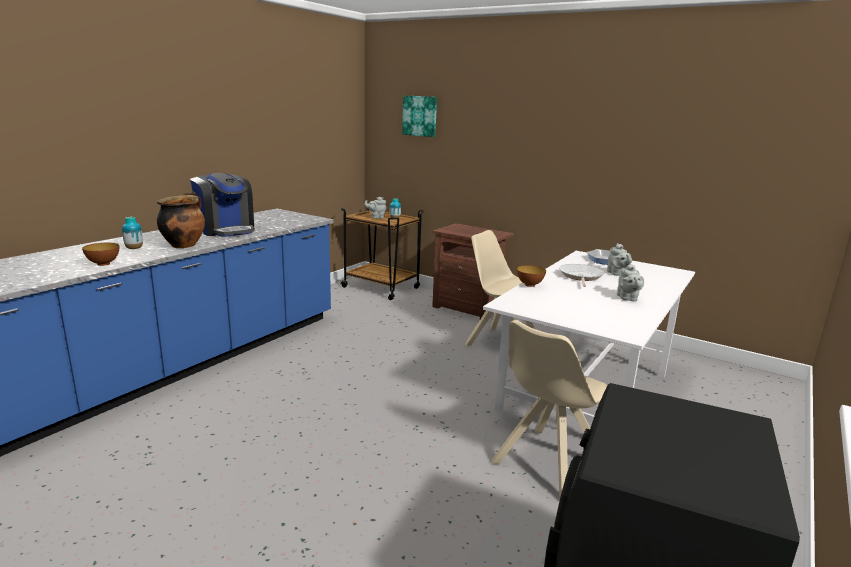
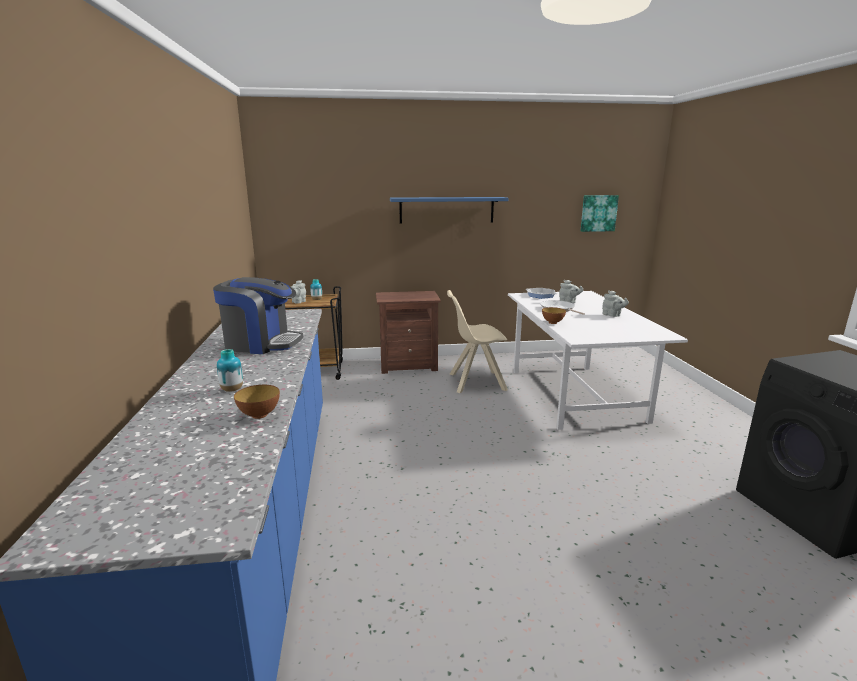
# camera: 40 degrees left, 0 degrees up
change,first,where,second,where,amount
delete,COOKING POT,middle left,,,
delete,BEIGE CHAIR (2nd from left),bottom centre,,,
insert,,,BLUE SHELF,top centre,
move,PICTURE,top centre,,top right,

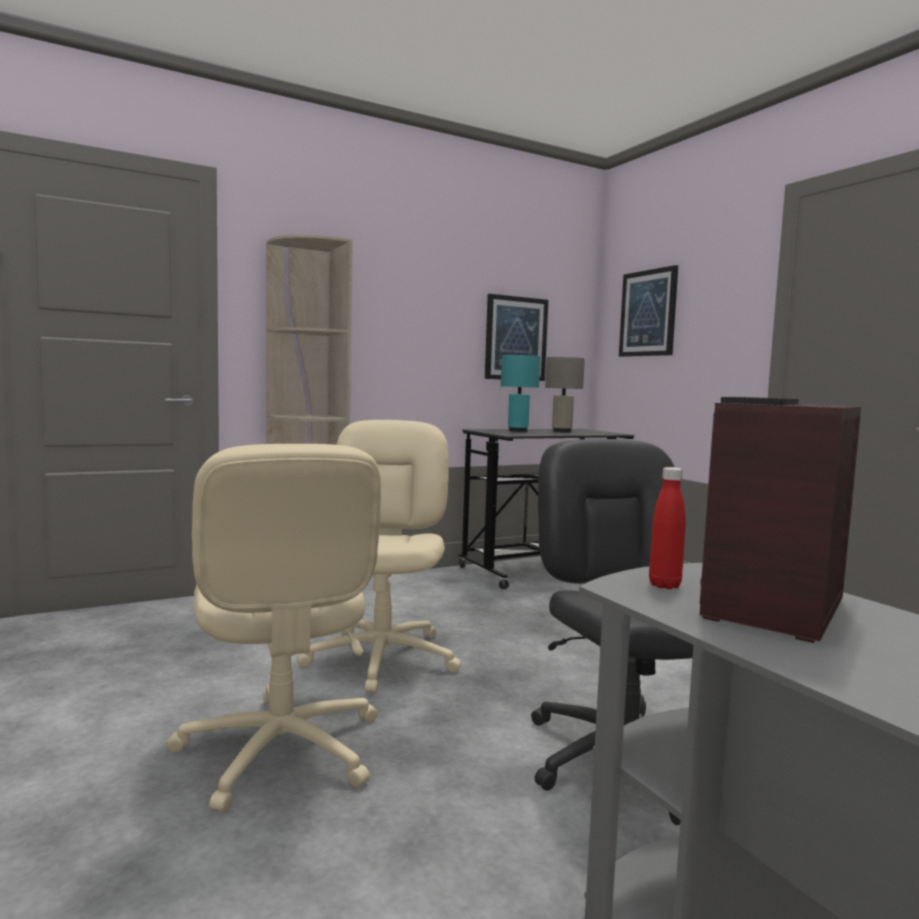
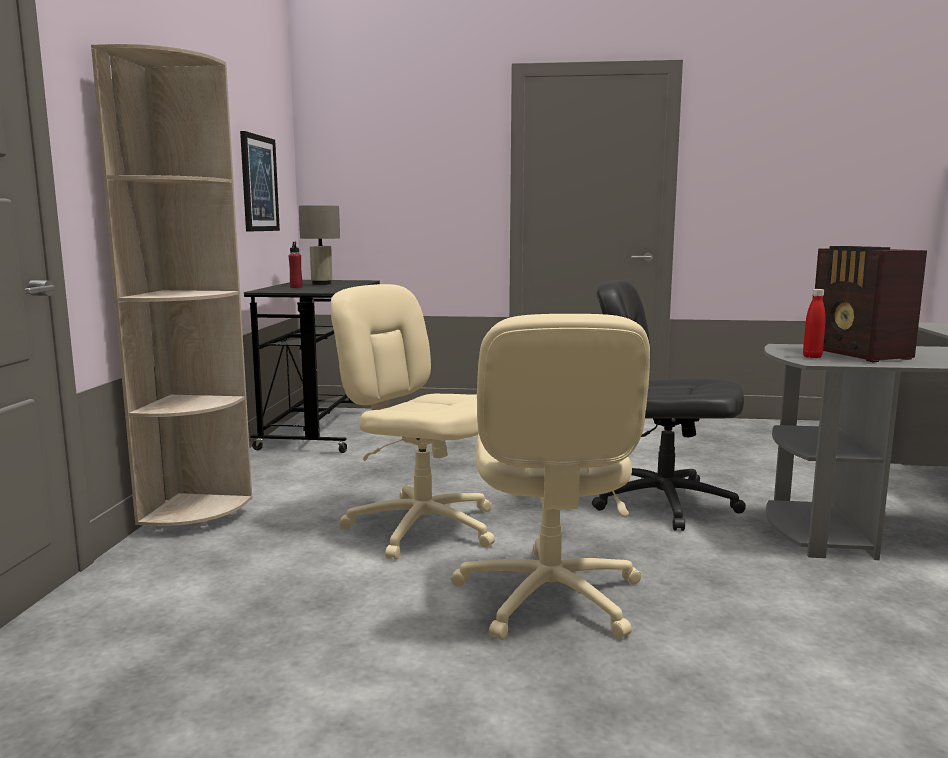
# camera: 55 degrees left, 5 degrees up
change,first,where,second,where,amount
delete,PICTURE (2nd from left),middle right,,,
replace,TURQUOISE TABLE LAMP,centre,RED BOTTLE (1st from left),middle left,
rotate,BEIGE OFFICE CHAIR (1st from left in the first image),bottom left,BEIGE OFFICE CHAIR (2nd from left),centre,75 degrees clockwise

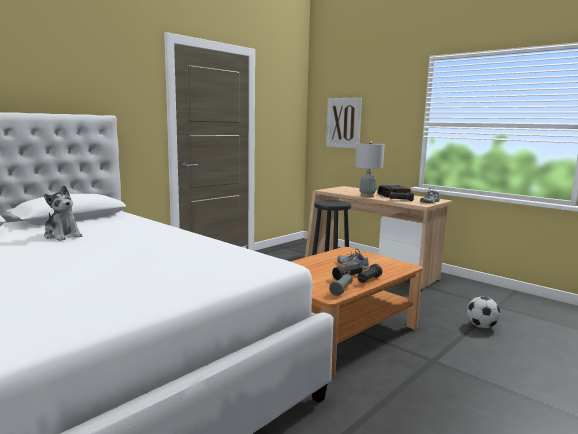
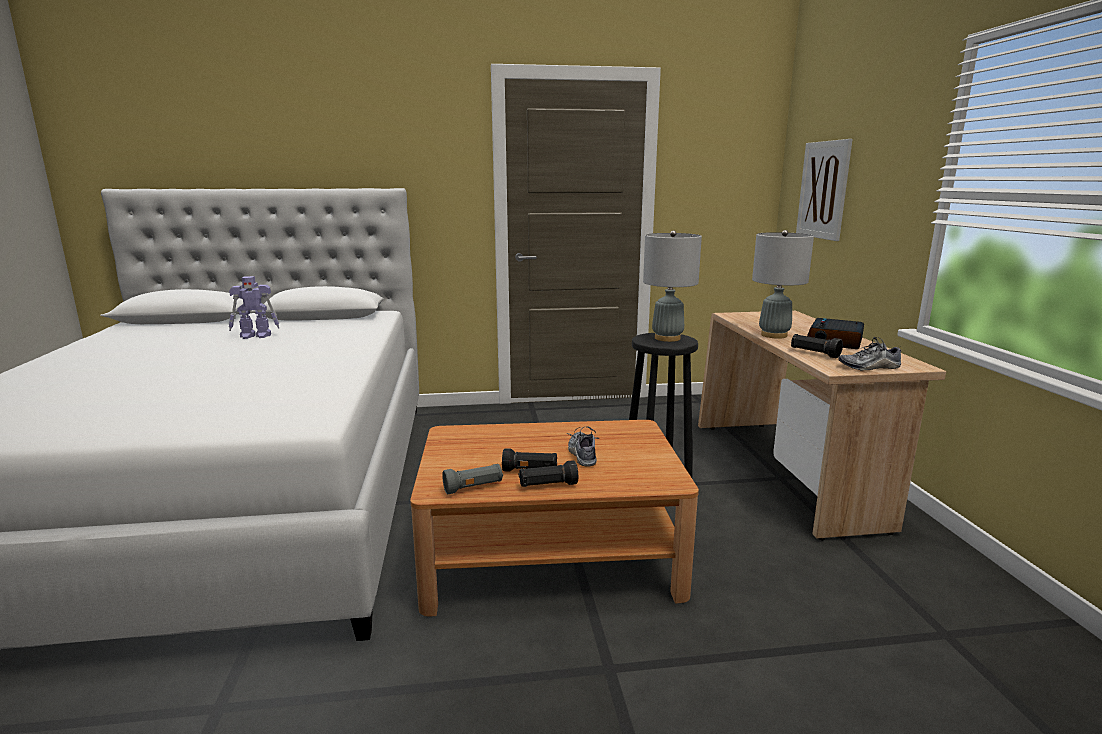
# camera: 40 degrees right, 5 degrees up
change,first,where,second,where,amount
delete,FOOTBALL,bottom right,,,
insert,,,GREY TABLE LAMP (1st from left),centre,
replace,PLUSH TOY,middle left,TOY ROBOT,middle left,

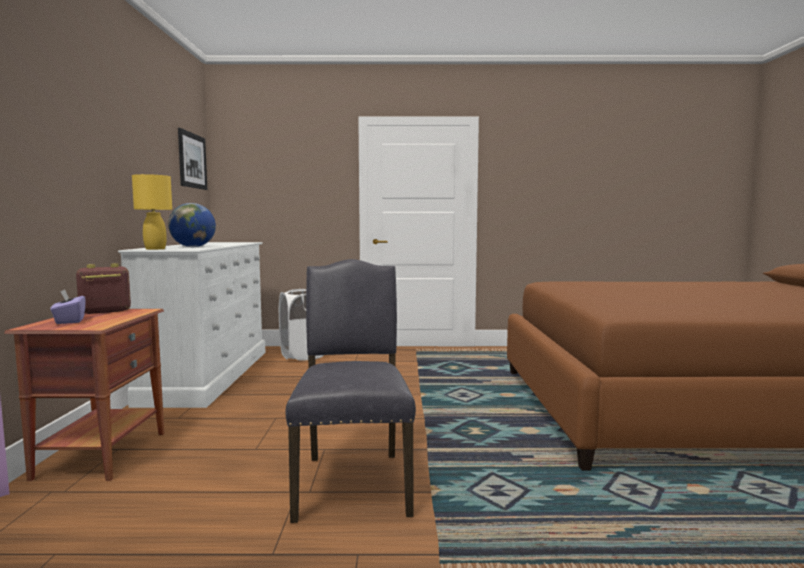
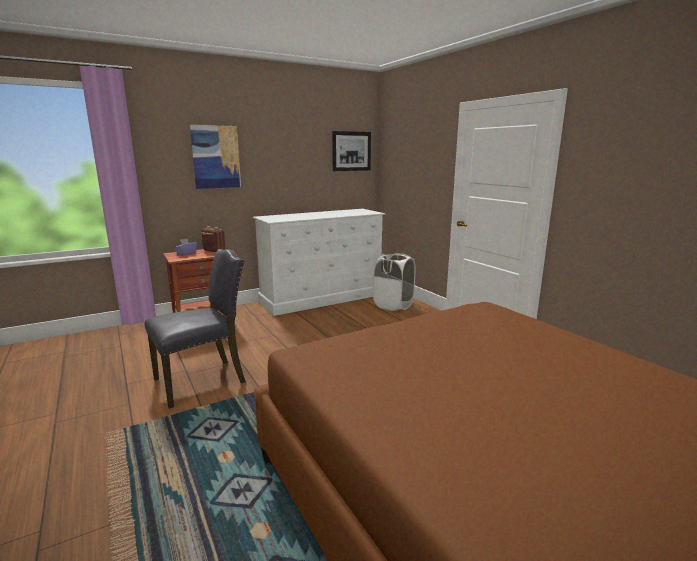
# camera: 60 degrees right, 10 degrees up
change,first,where,second,where,amount
delete,YELLOW TABLE LAMP,middle left,,,
delete,GLOBE,middle left,,,
insert,,,PICTURE (1st from left),top left,

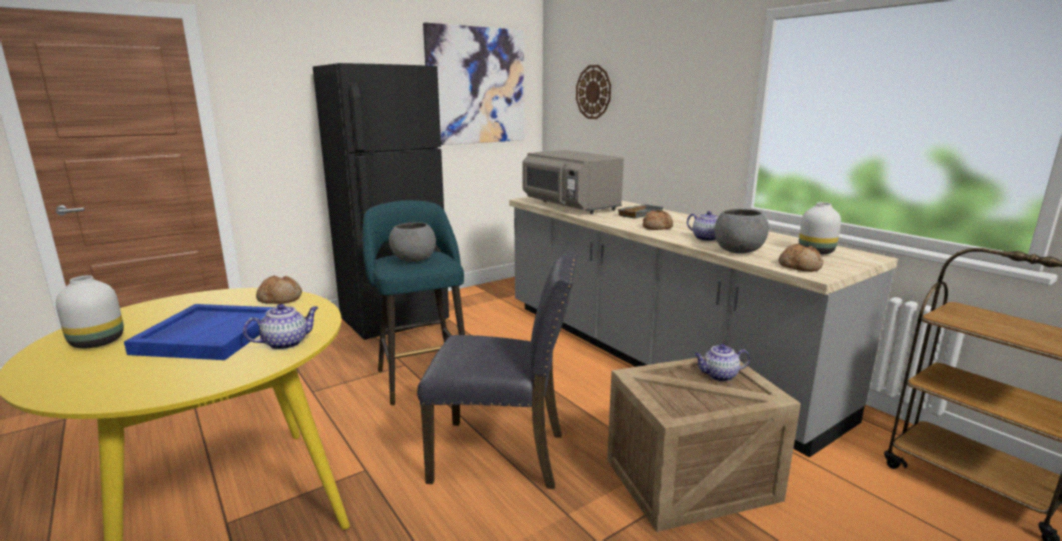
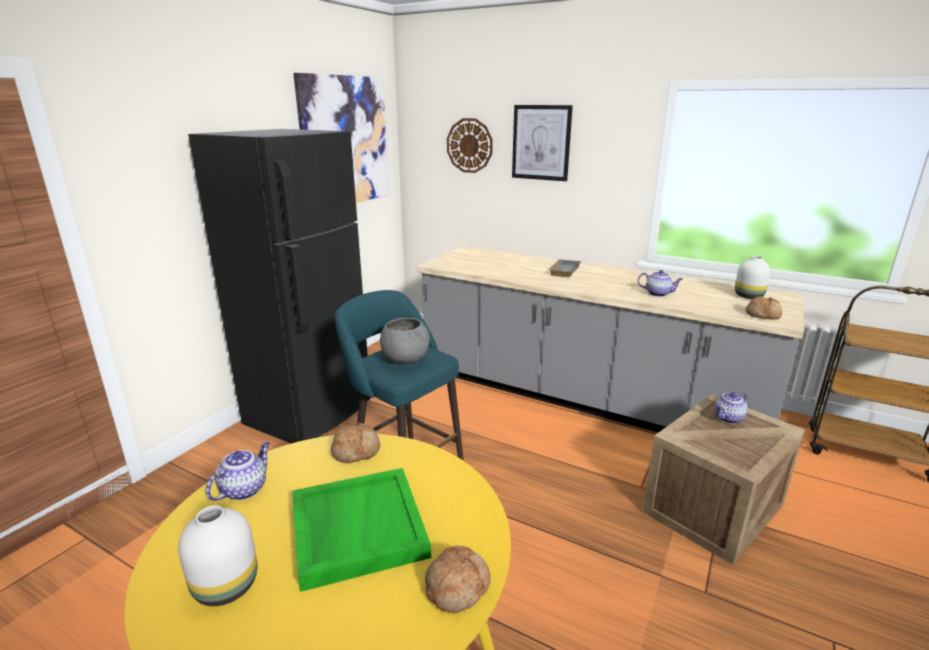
# camera: 25 degrees left, 5 degrees up
change,first,where,second,where,amount
delete,GREY CHAIR,bottom centre,,,
delete,GREY MICROWAVE,centre,,,
delete,GREY BOWL (2nd from left),middle right,,,
insert,,,PICTURE (2nd from left),top centre,
move,TEAPOT (1st from left),middle left,,bottom left,
move,BREAD (2nd from left),centre,,bottom centre,
recolor,BLUE TRAY,middle left,GREEN TRAY,bottom centre,

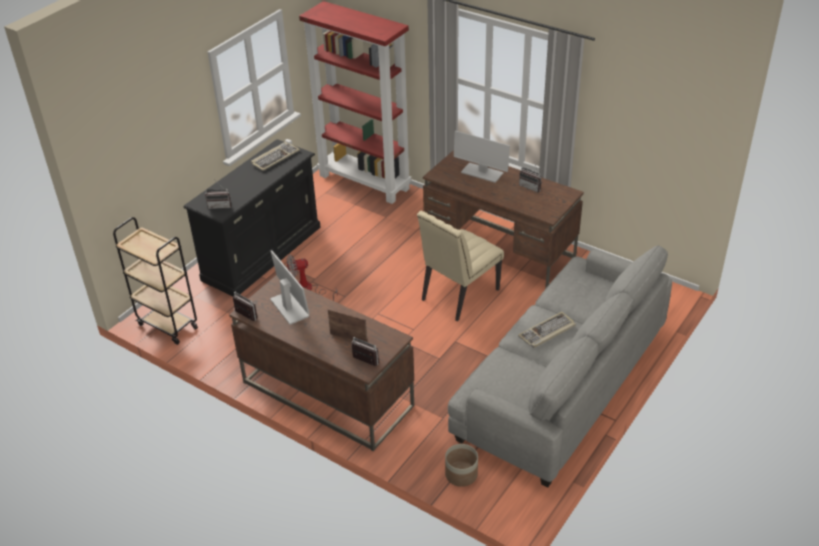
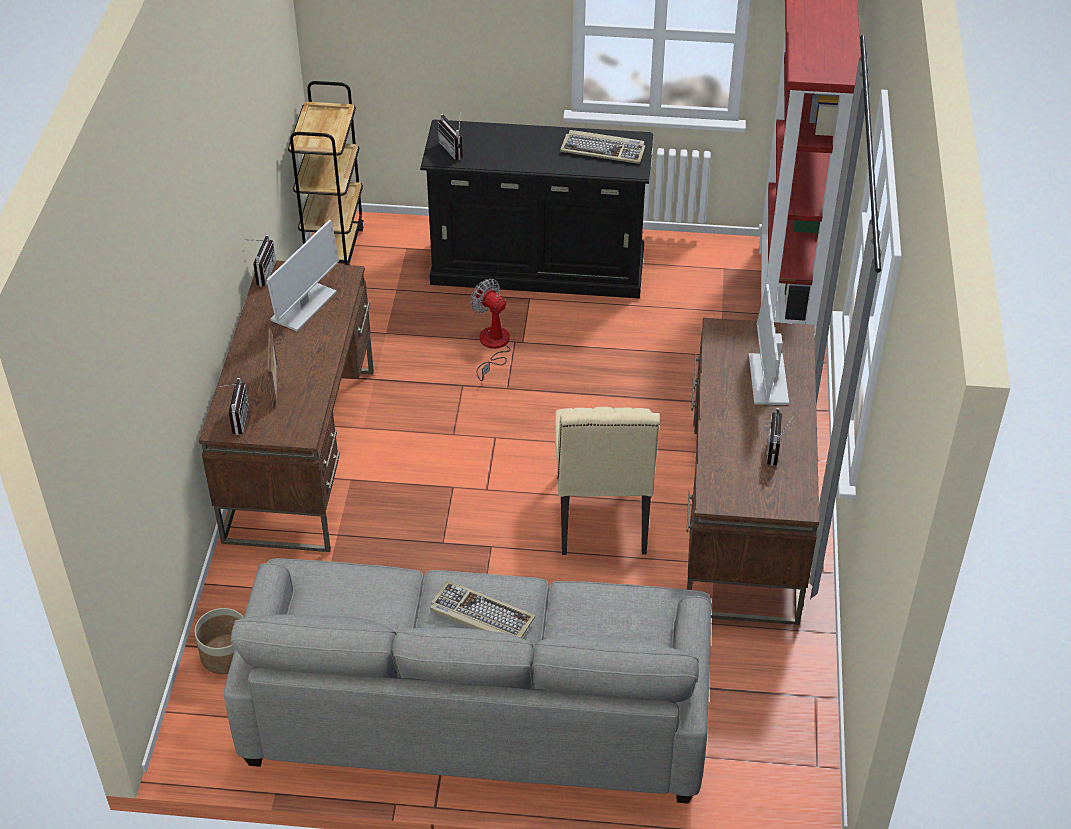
# camera: 60 degrees right, 5 degrees up
change,first,where,second,where,amount
rotate,BEIGE CHAIR,centre,,centre,105 degrees counterclockwise

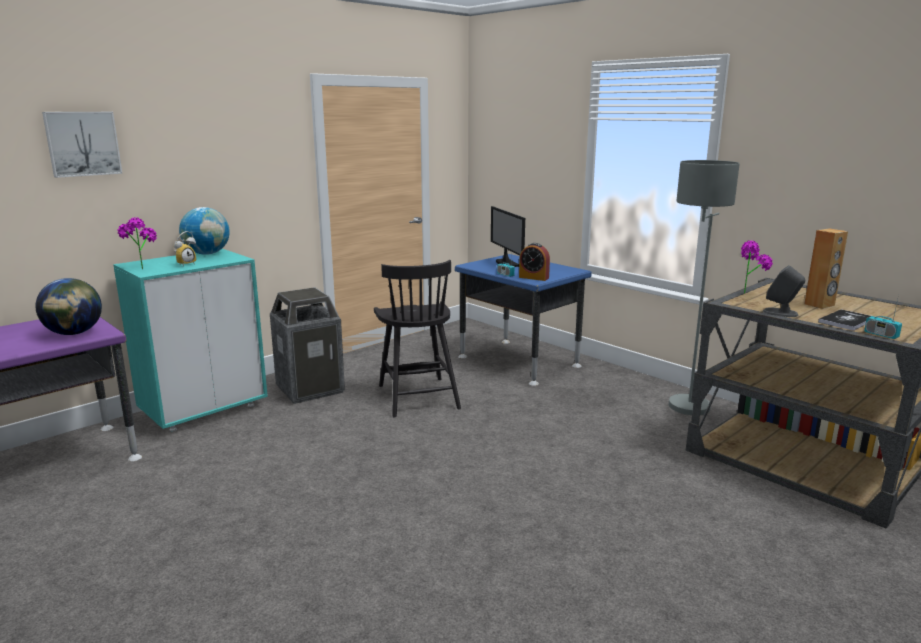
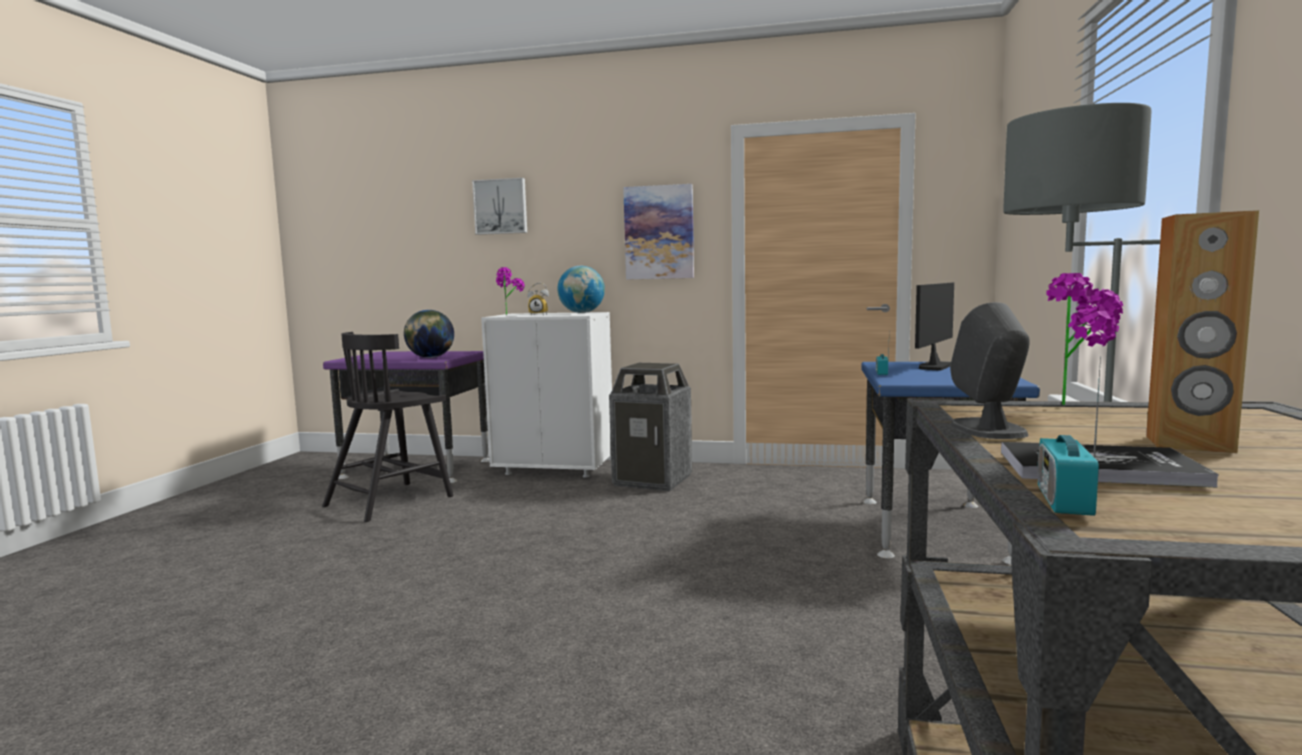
# camera: 55 degrees right, 10 degrees down
change,first,where,second,where,amount
delete,ALARM CLOCK (2nd from left),centre,,,
insert,,,PICTURE (2nd from left),top centre,
move,BLACK CHAIR,centre,,middle left,
recolor,TURQUOISE CABINET,middle left,WHITE CABINET,centre,

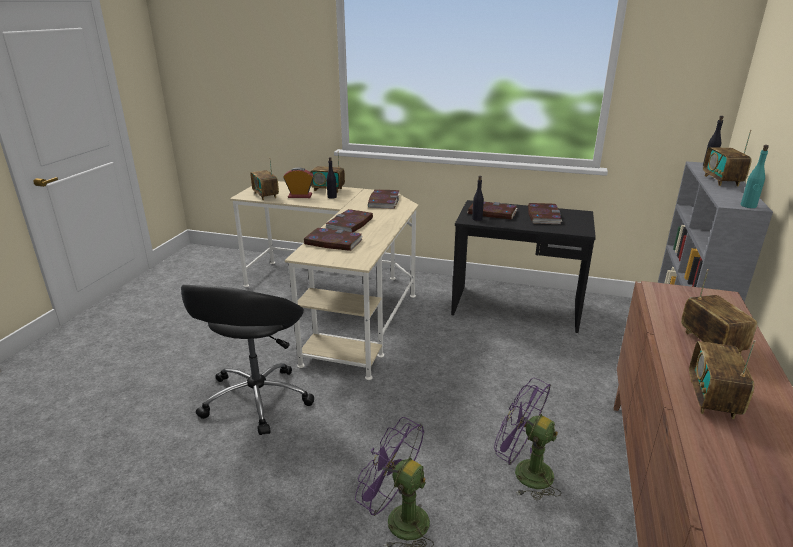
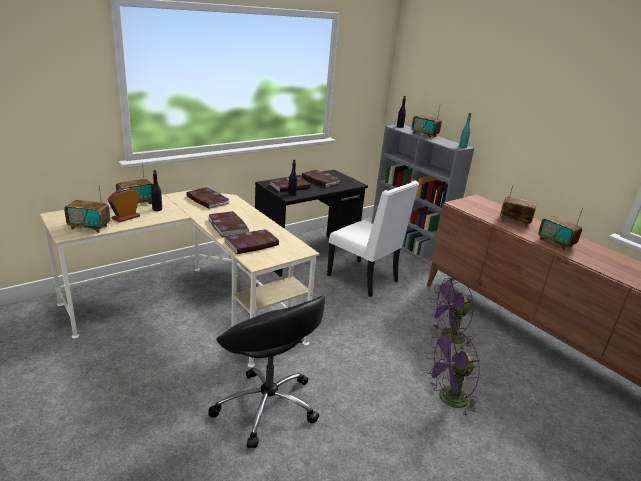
# camera: 55 degrees left, 0 degrees up
change,first,where,second,where,amount
insert,,,WHITE CHAIR,centre,

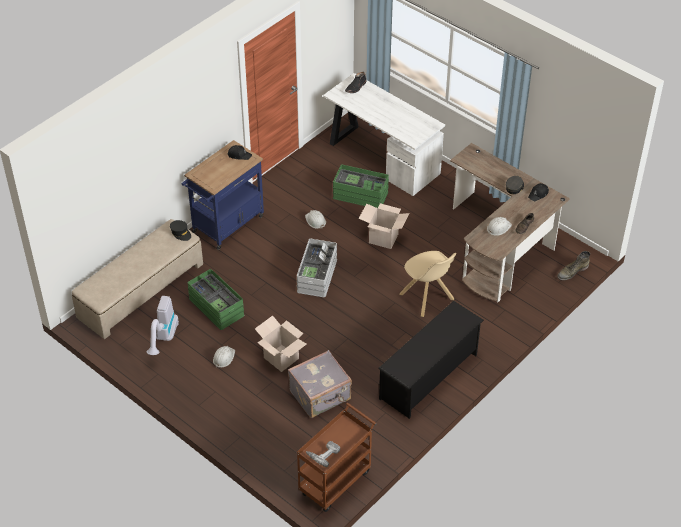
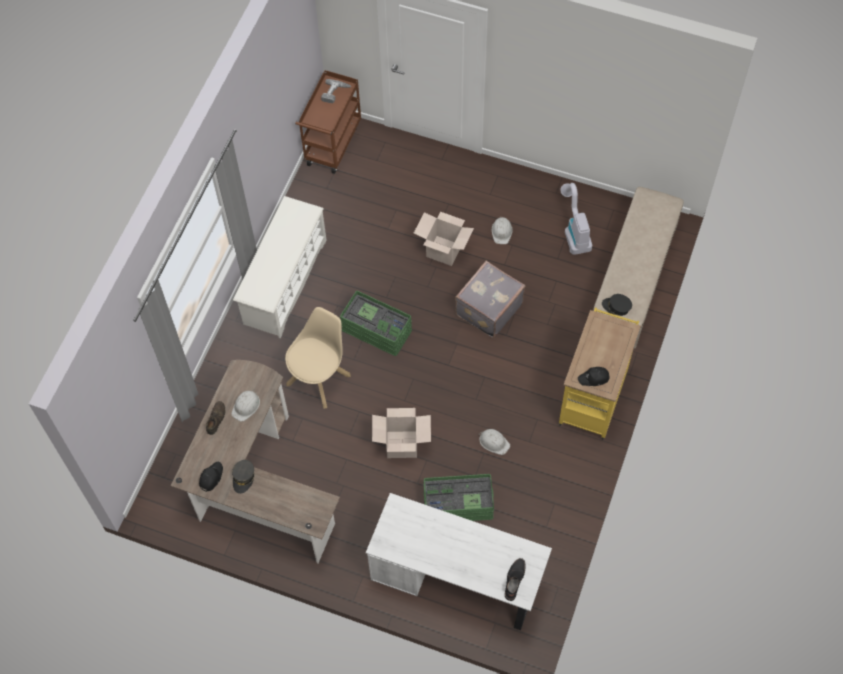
# camera: 160 degrees right, 15 degrees up
change,first,where,second,where,amount
delete,GREY STORAGE BOX,centre,,,
delete,GREEN BOOT,middle right,,,
move,GREEN STORAGE BOX (1st from left),middle left,,centre,
move,GREY SUITCASE,bottom centre,,centre,
recolor,BLUE CART,middle left,YELLOW CART,middle right,
recolor,BLACK SHOE RACK,bottom centre,WHITE SHOE RACK,middle left,
rotate,BEIGE CHAIR,centre,,centre,90 degrees clockwise

